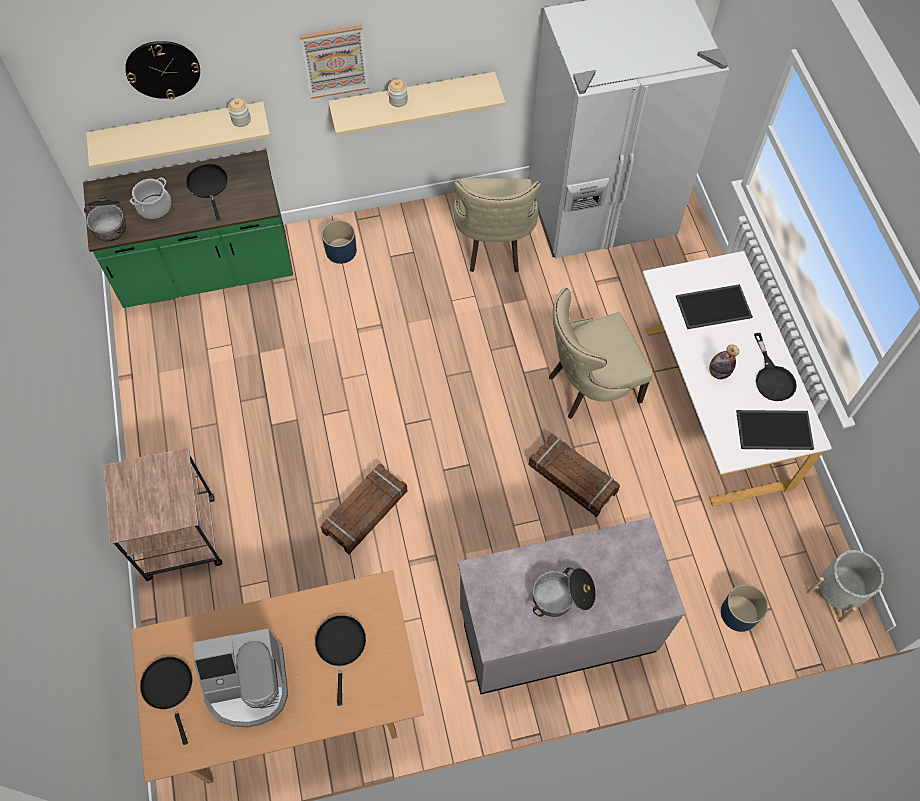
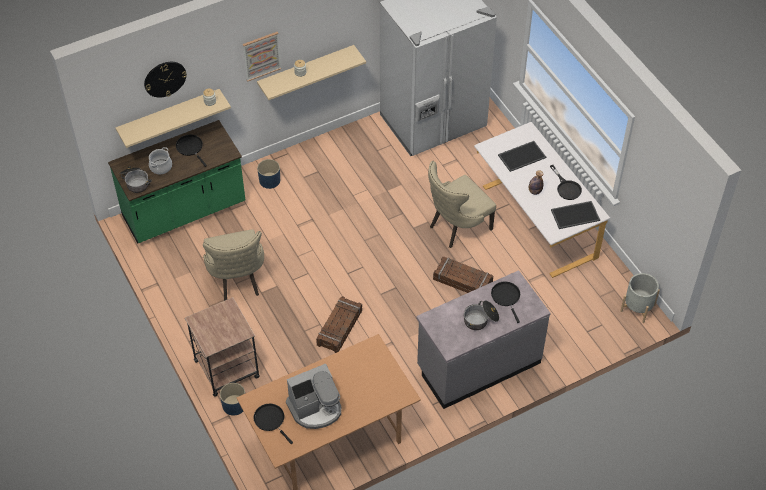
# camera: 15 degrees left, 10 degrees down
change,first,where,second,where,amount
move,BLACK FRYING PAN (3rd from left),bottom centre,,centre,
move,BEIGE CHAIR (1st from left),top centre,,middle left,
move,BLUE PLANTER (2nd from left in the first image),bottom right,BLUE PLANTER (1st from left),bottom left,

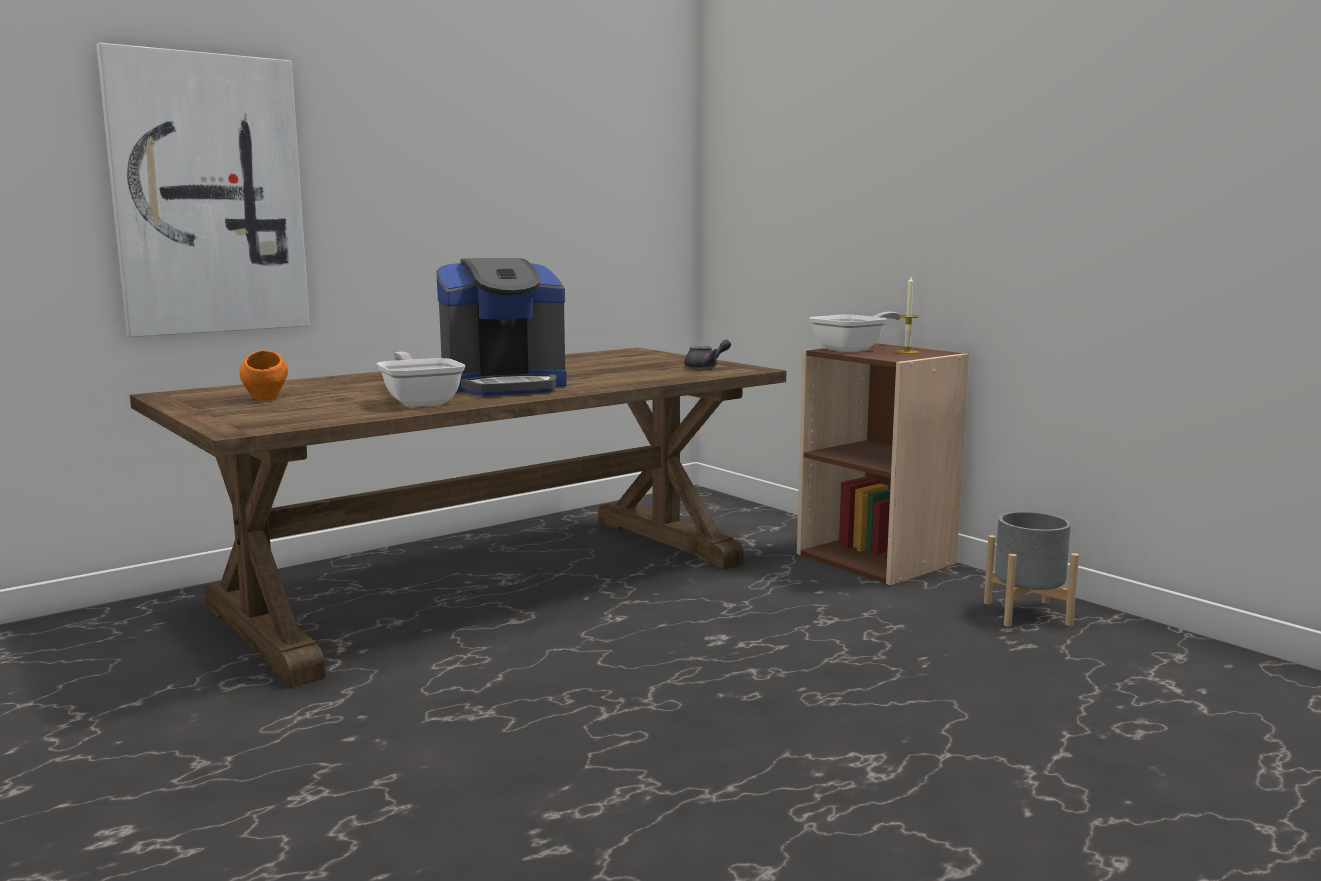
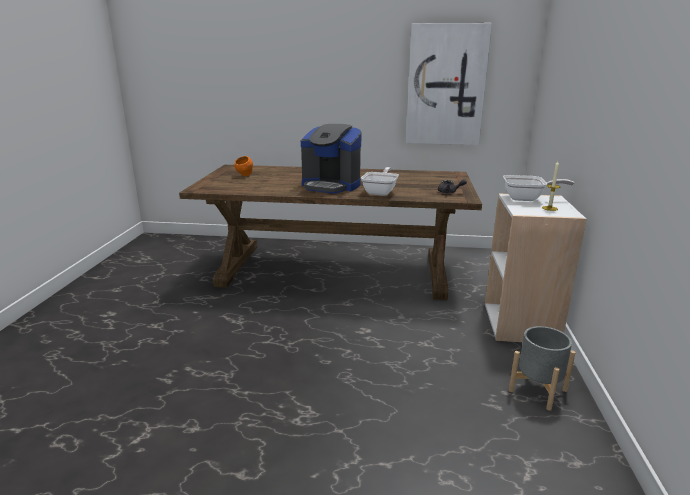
# camera: 45 degrees right, 10 degrees up
change,first,where,second,where,amount
move,PICTURE,top left,,top centre,
move,FRYING PAN (1st from left),middle left,,centre,
recolor,BROWN BOOKCASE,middle right,WHITE BOOKCASE,middle right,

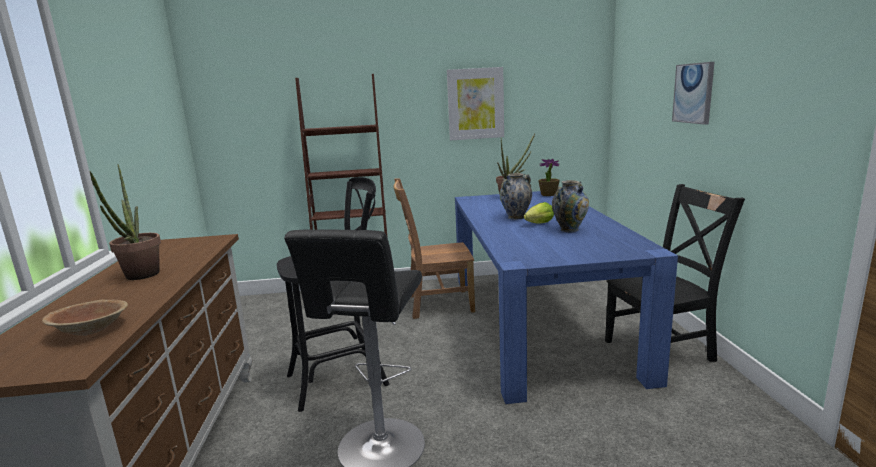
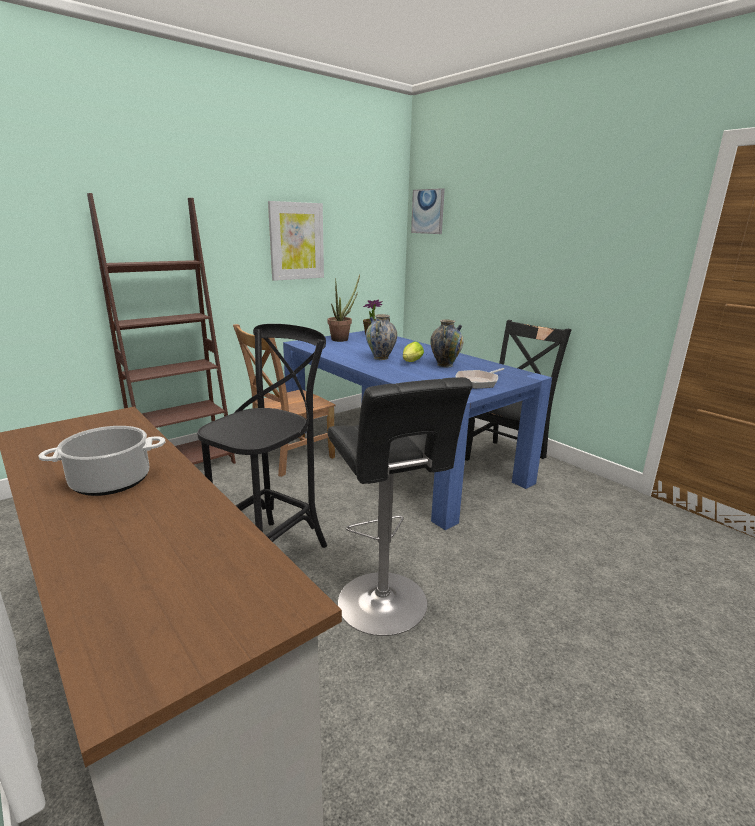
# camera: 35 degrees left, 5 degrees up
change,first,where,second,where,amount
delete,BROWN BOWL,bottom left,,,
insert,,,FRYING PAN,centre,
move,PICTURE (2nd from left),top right,,top centre,
replace,POTTED PLANT (1st from left),middle left,COOKING POT,middle left,

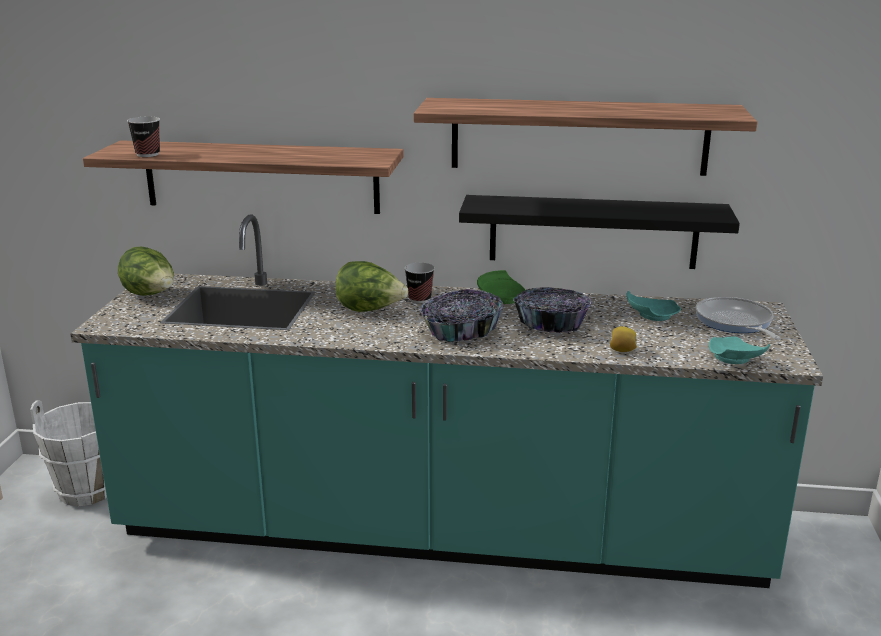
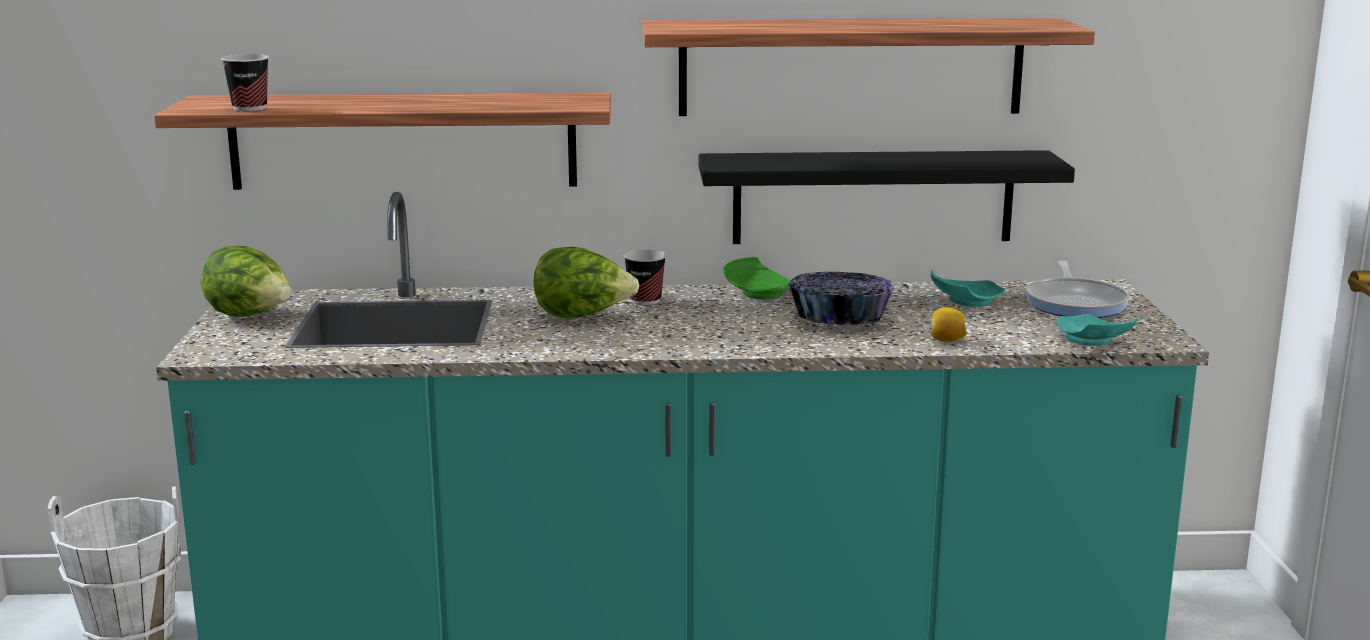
# camera: 10 degrees left, 5 degrees down
change,first,where,second,where,amount
delete,BOWL (1st from left),centre,,,
rotate,FRYING PAN,middle right,,middle right,150 degrees counterclockwise

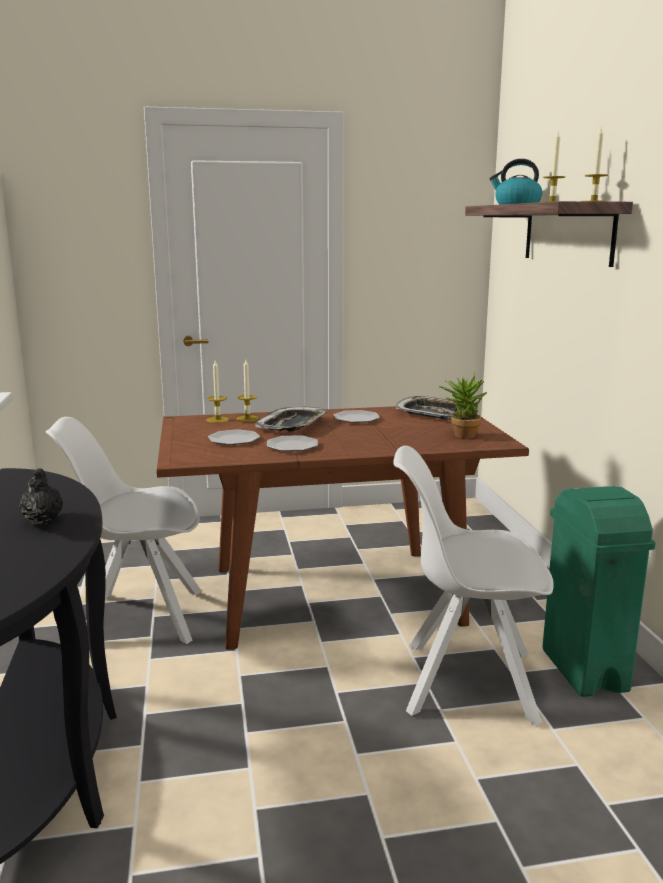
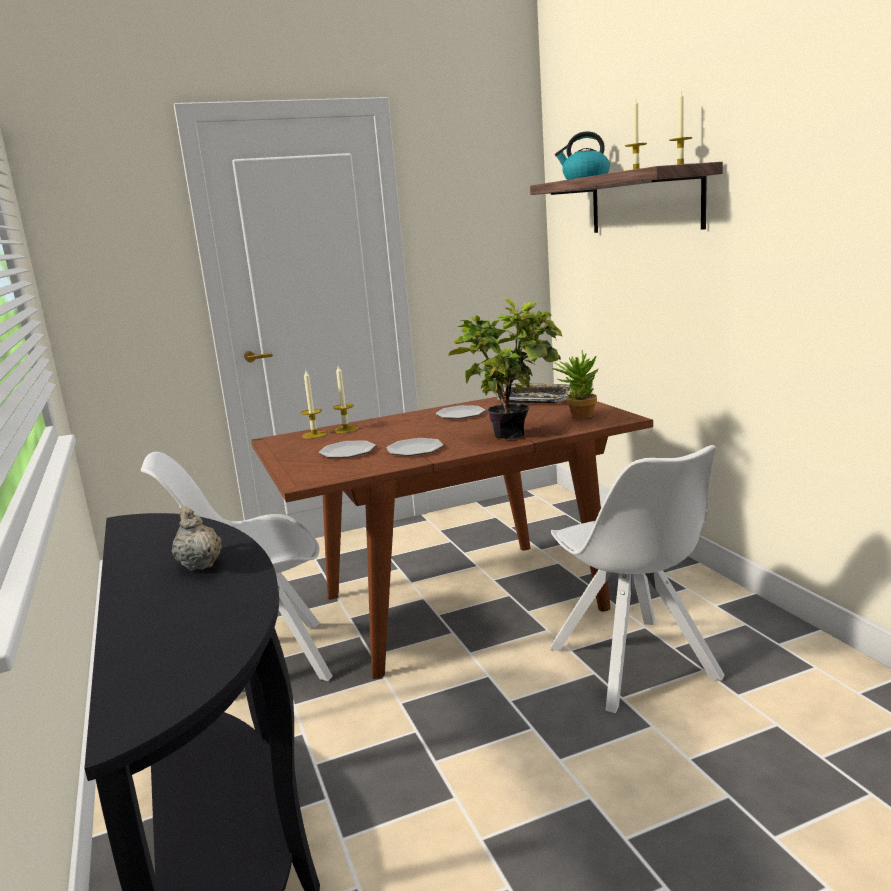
# camera: 10 degrees left, 0 degrees up
change,first,where,second,where,amount
delete,TRAY (1st from left),centre,,,
delete,GREEN TRASH CAN,bottom right,,,
insert,,,POTTED PLANT (1st from left),centre,
recolor,BLACK TEAPOT,middle left,BEIGE TEAPOT,middle left,
rotate,WHITE CHAIR (2nd from left),middle right,,middle right,105 degrees counterclockwise

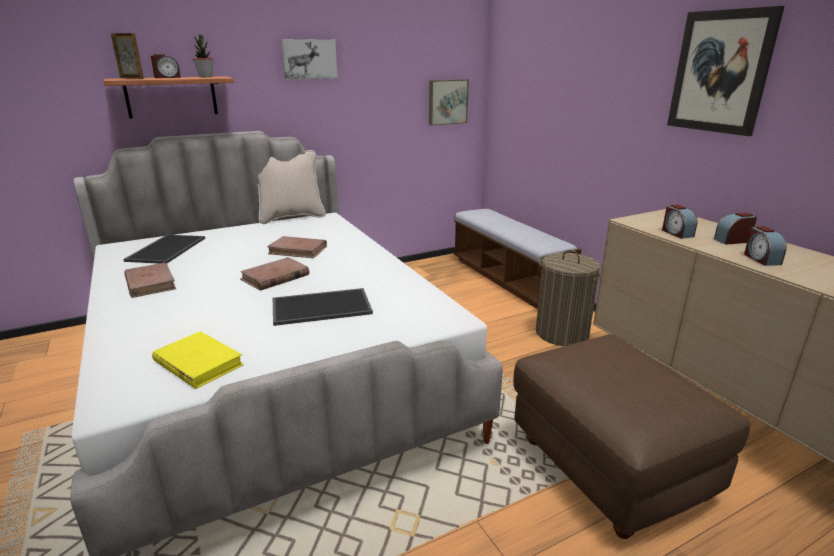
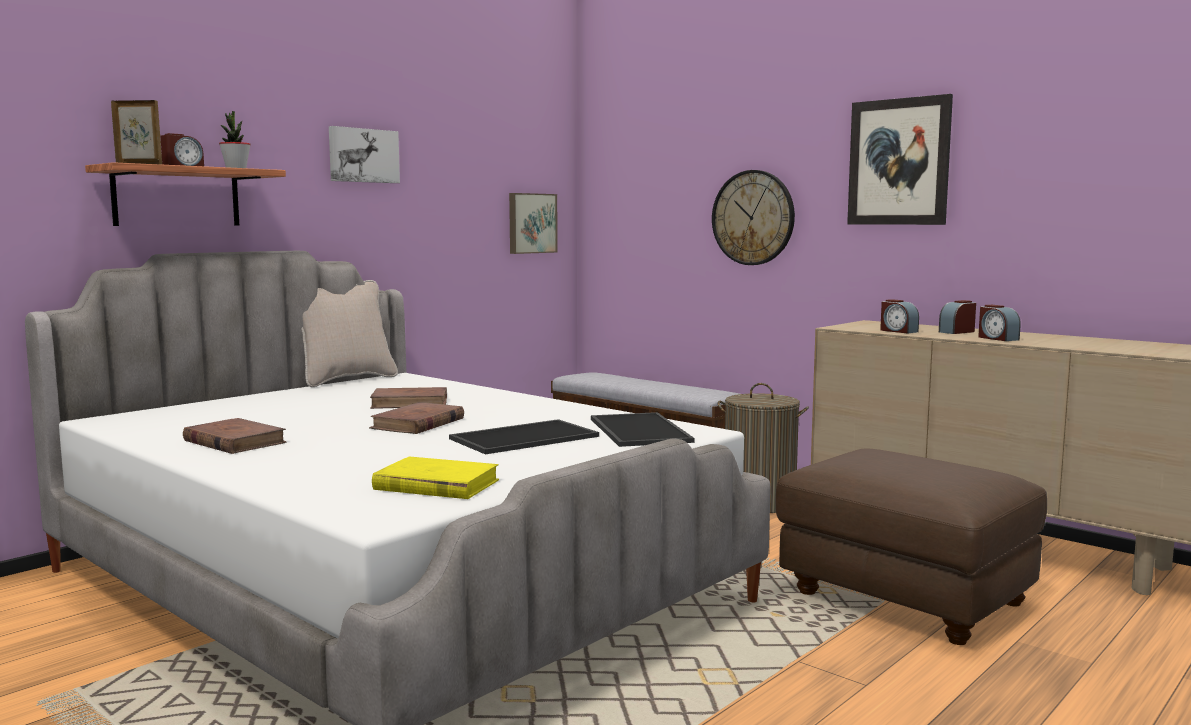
# camera: 20 degrees left, 15 degrees down
change,first,where,second,where,amount
insert,,,WALL CLOCK,top centre,
move,TRAY (1st from left in the first image),middle left,TRAY (2nd from left),centre,

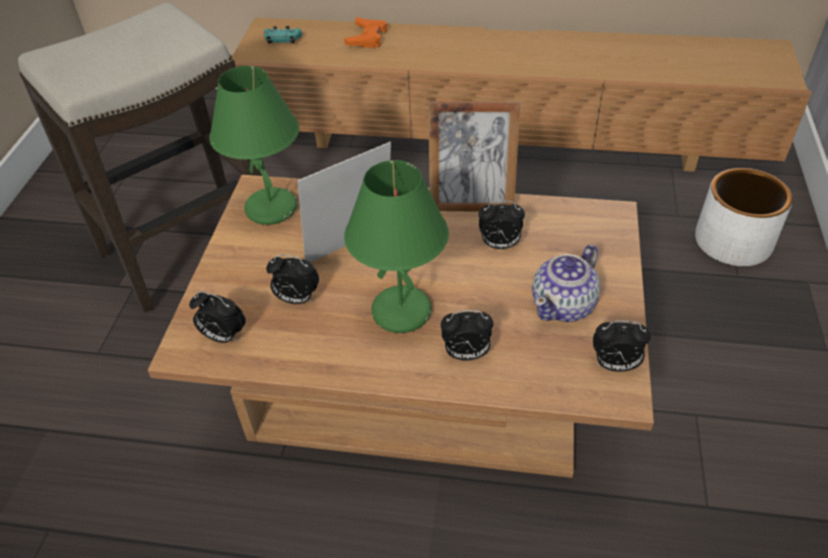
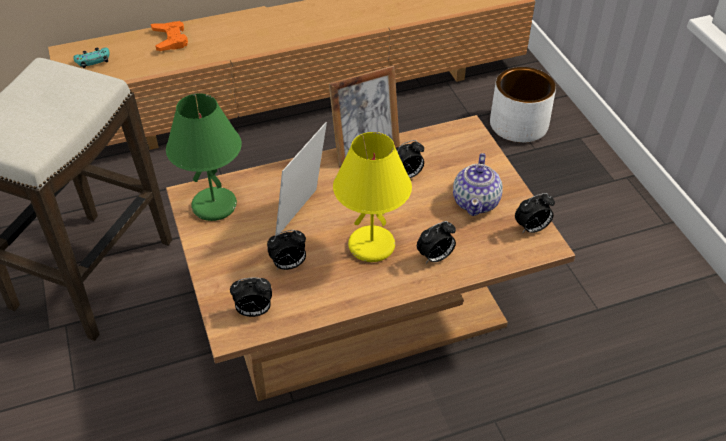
# camera: 30 degrees left, 0 degrees up
change,first,where,second,where,amount
recolor,GREEN TABLE LAMP (2nd from left),centre,YELLOW TABLE LAMP,centre,

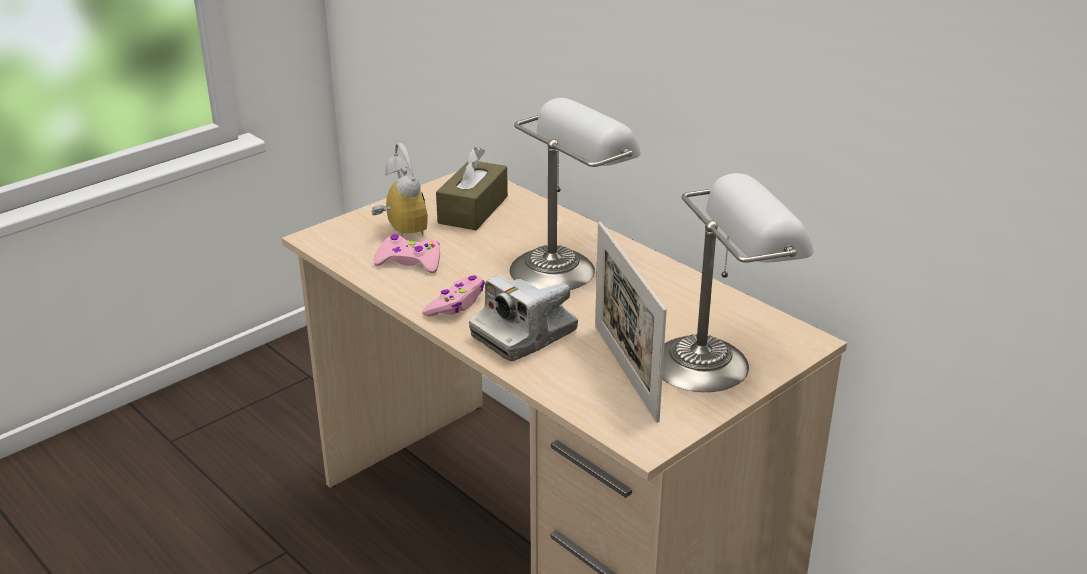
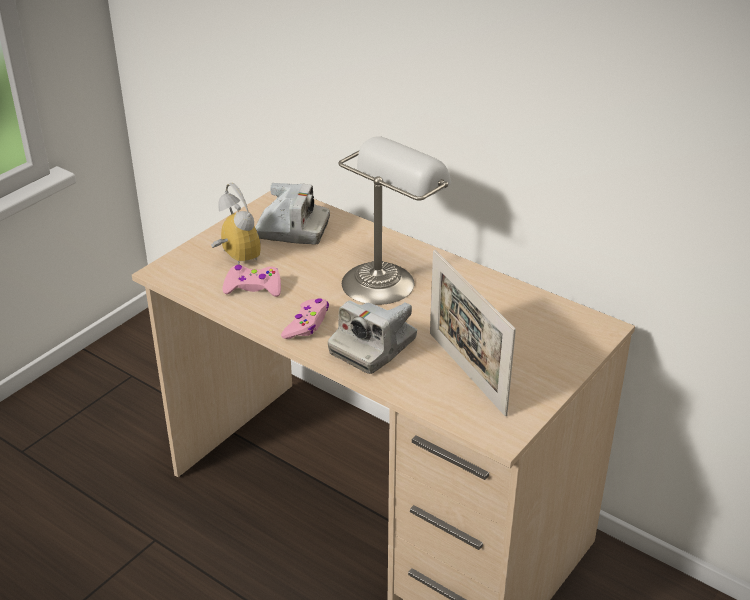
# camera: 10 degrees left, 5 degrees up
change,first,where,second,where,amount
delete,WHITE TABLE LAMP (2nd from left),middle right,,,
replace,BROWN TISSUE BOX,top centre,PHOTO CAMERA (1st from left),centre,

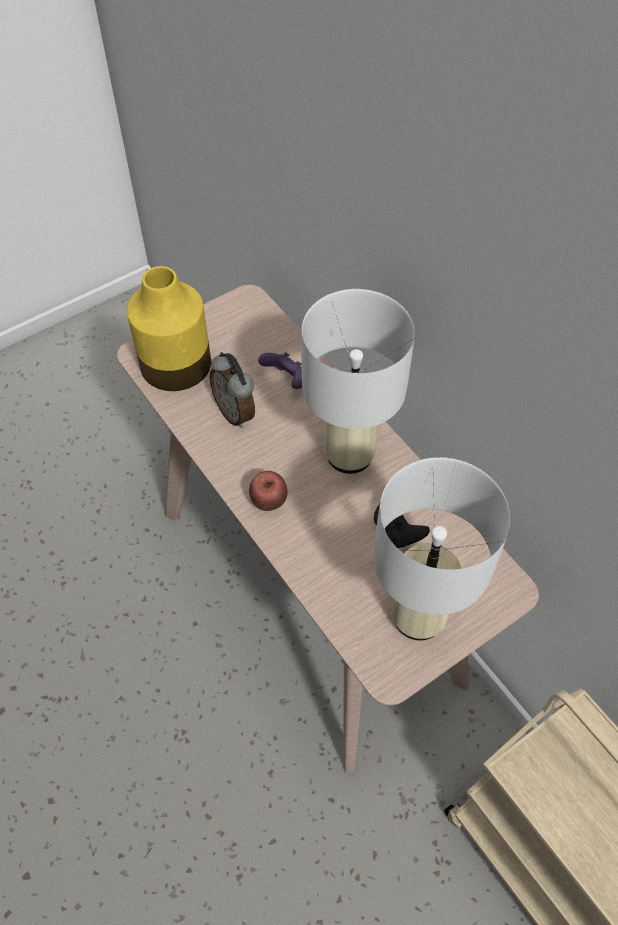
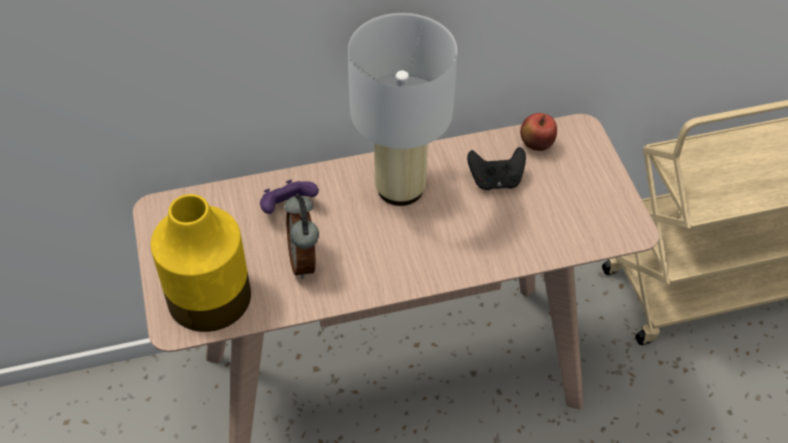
# camera: 70 degrees left, 5 degrees down
change,first,where,second,where,amount
delete,WHITE TABLE LAMP (2nd from left),middle right,,,
move,APPLE,centre,,top right,
rotate,ALARM CLOCK,centre,,centre,90 degrees clockwise

